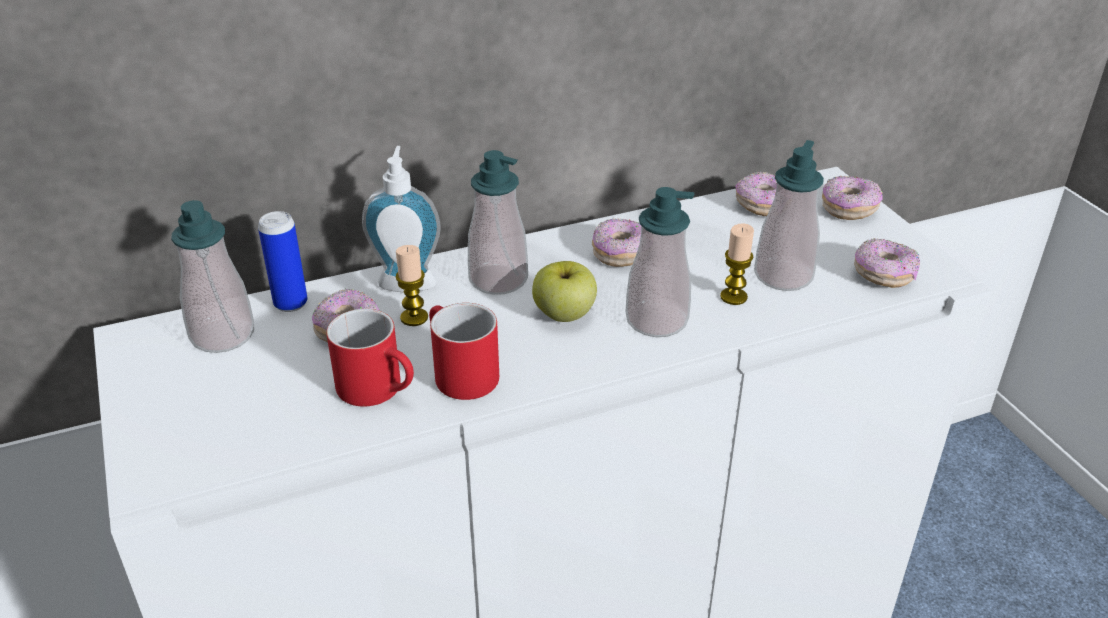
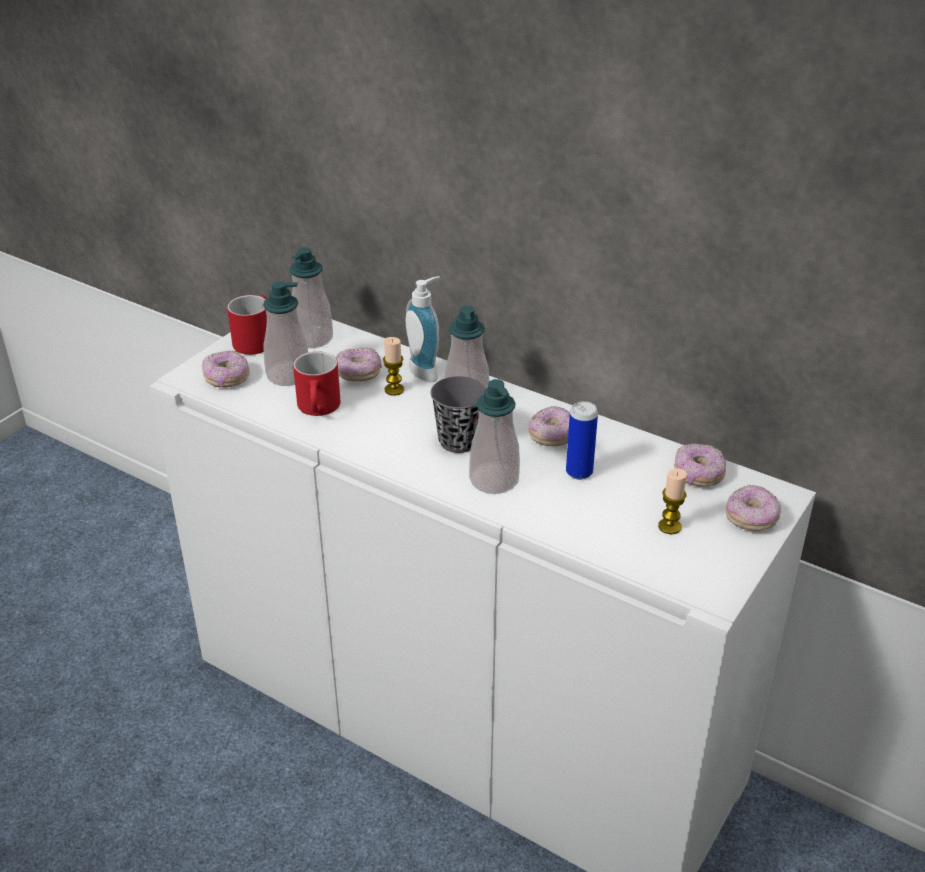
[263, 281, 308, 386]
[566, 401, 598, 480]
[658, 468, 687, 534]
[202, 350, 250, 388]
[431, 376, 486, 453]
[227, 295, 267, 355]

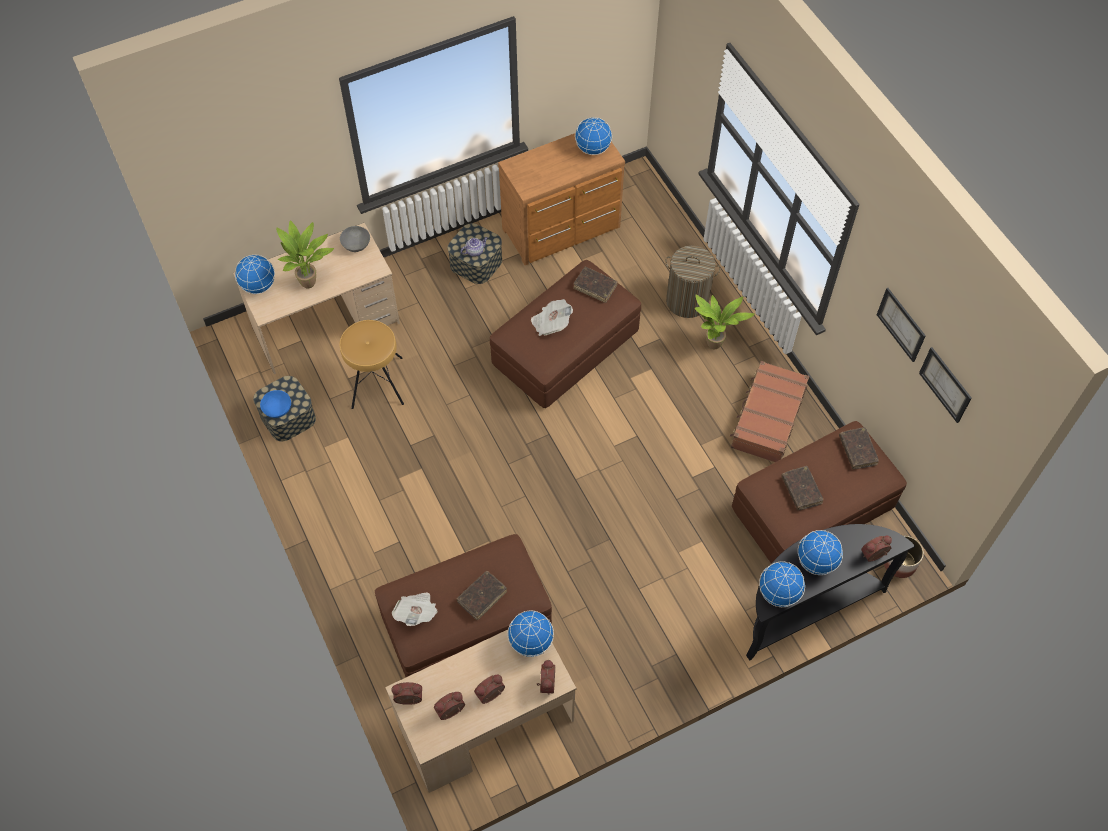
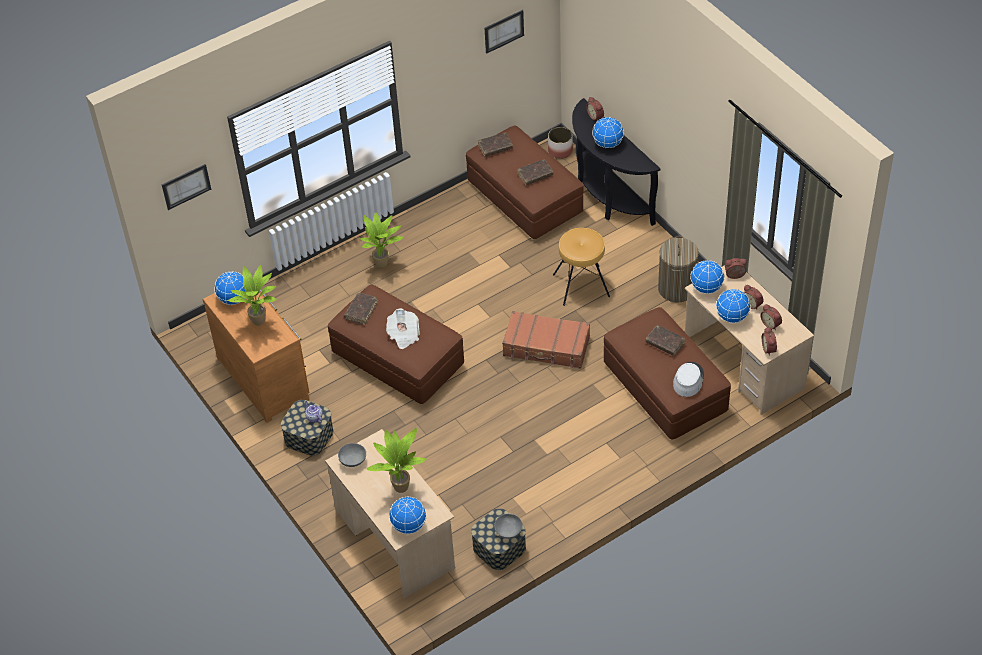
[658, 236, 699, 303]
[162, 164, 211, 210]
[553, 228, 610, 306]
[502, 311, 590, 369]
[494, 514, 523, 539]
[716, 289, 751, 323]
[673, 362, 704, 397]
[228, 265, 276, 326]

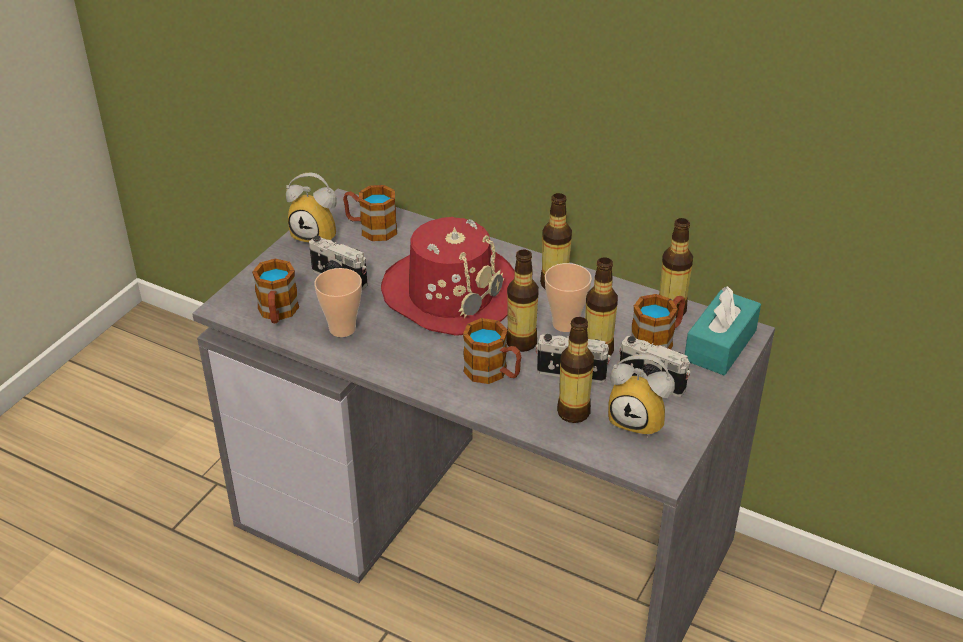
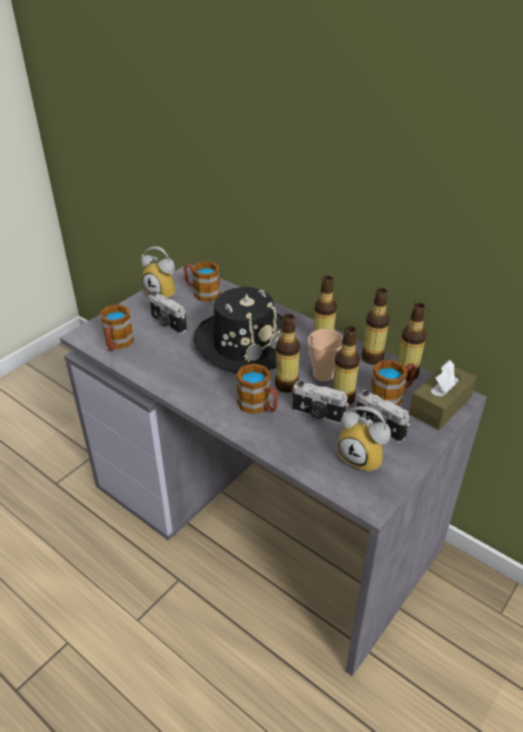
[194, 287, 296, 374]
[314, 268, 362, 337] (first image)
[409, 360, 477, 430]
[362, 288, 390, 365]

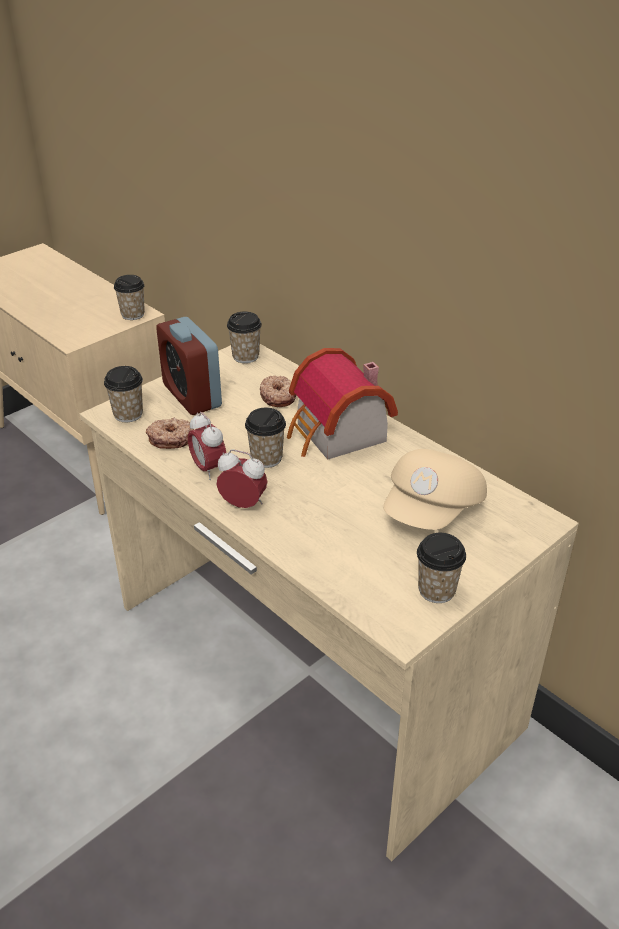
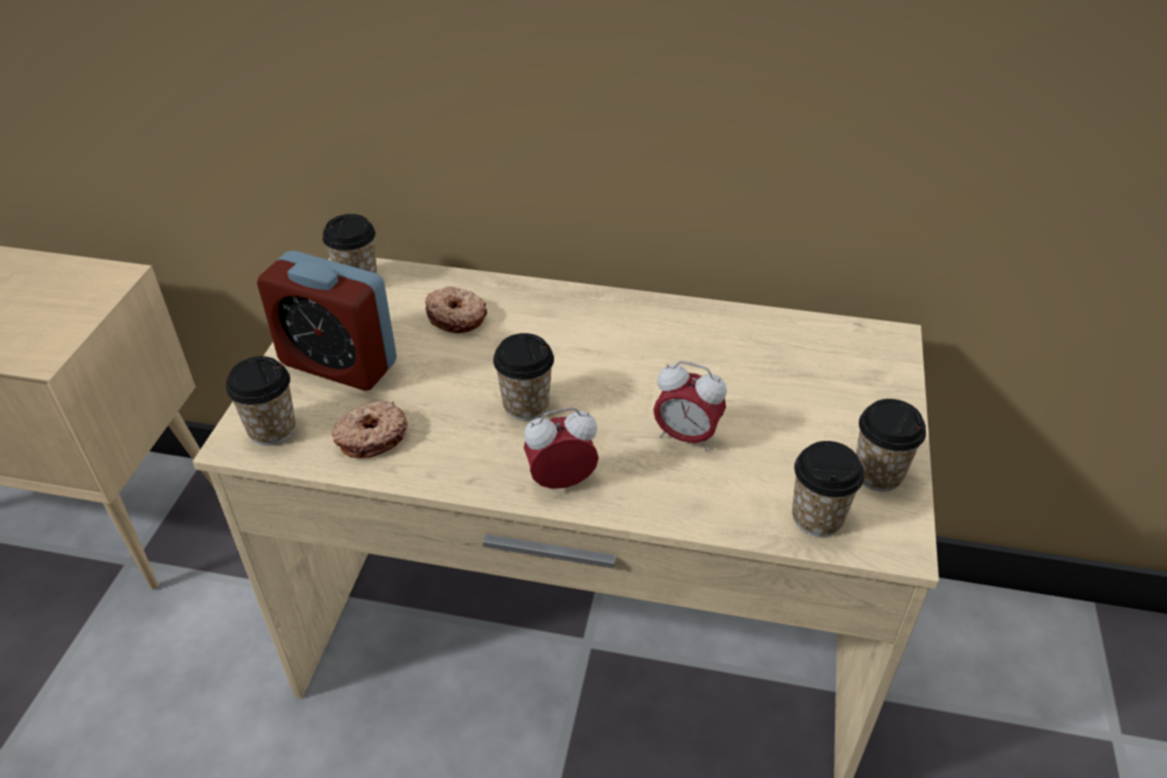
[792, 441, 864, 537]
[287, 348, 398, 460] (first image)
[653, 361, 727, 451]
[383, 449, 487, 530] (first image)

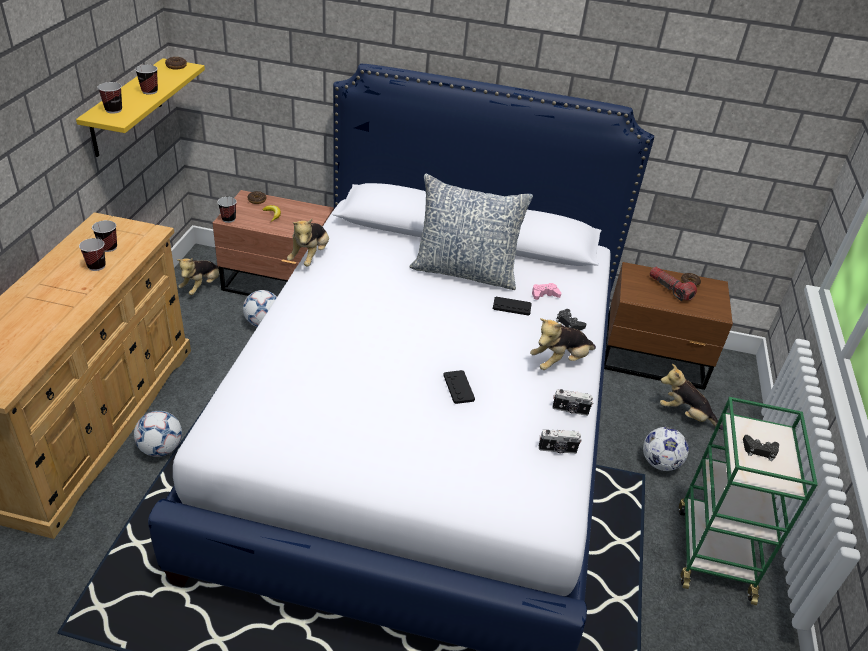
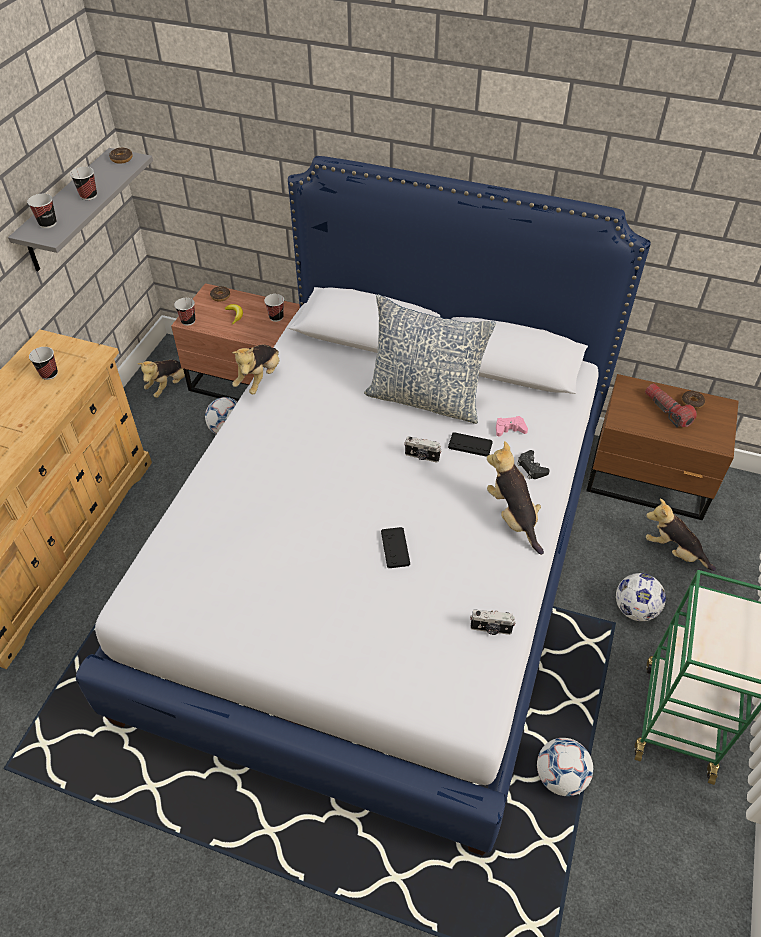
[8, 148, 153, 271]
[264, 294, 284, 322]
[487, 441, 544, 555]
[404, 436, 442, 463]
[537, 738, 593, 796]
[743, 435, 779, 461] (first image)

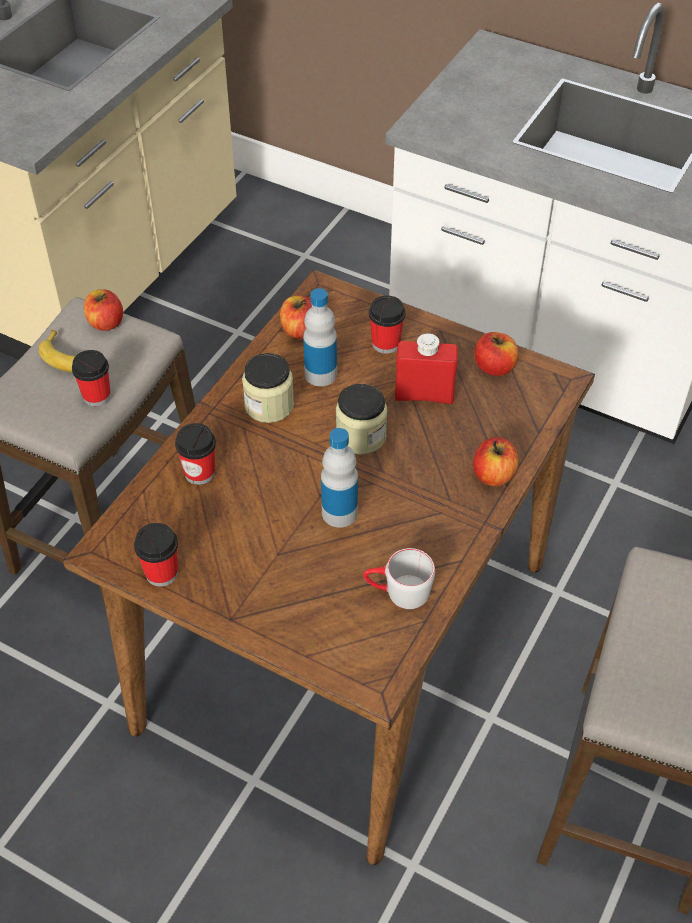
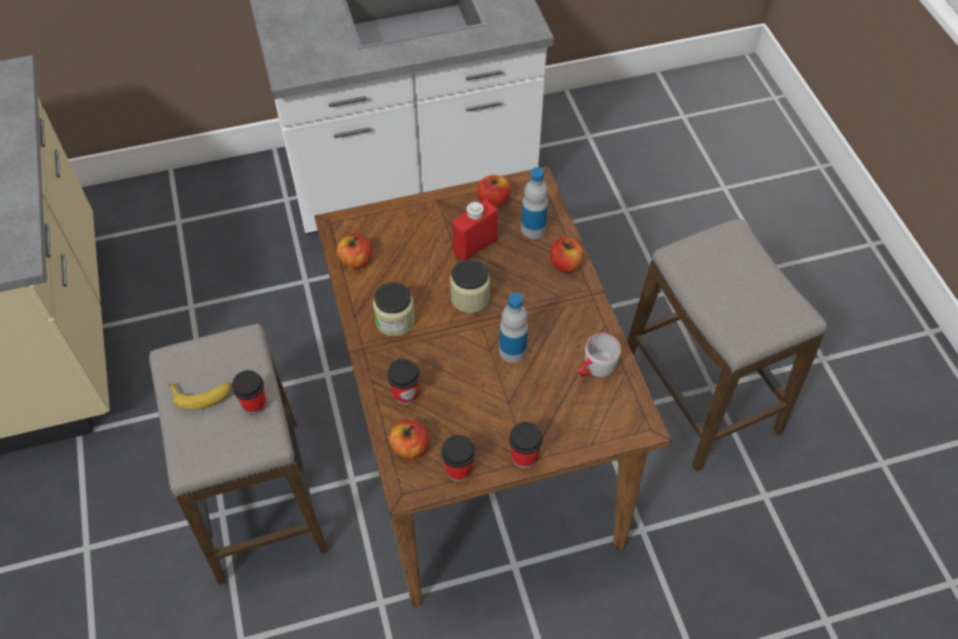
[521, 167, 548, 239]
[389, 420, 429, 459]
[509, 422, 543, 468]

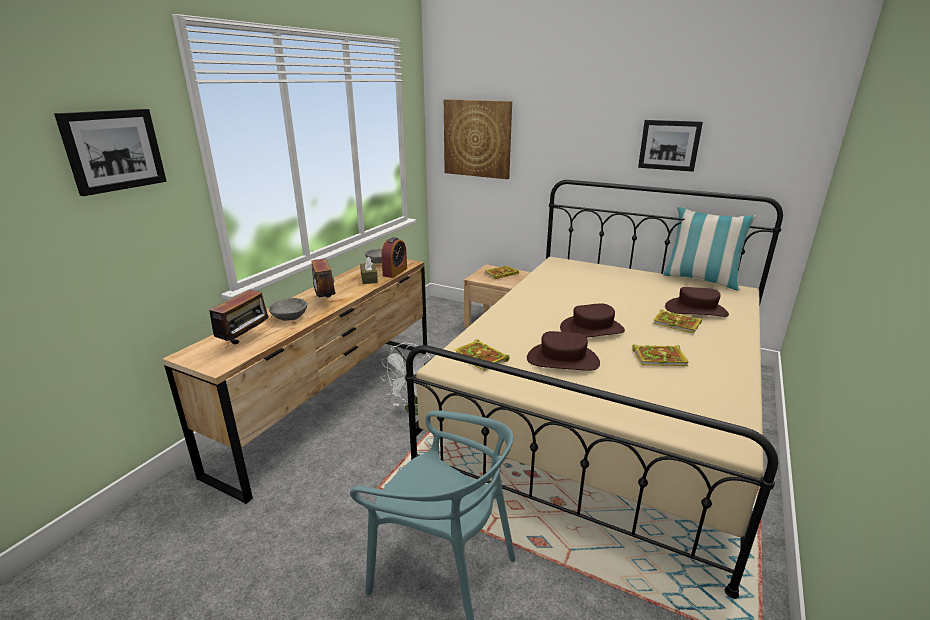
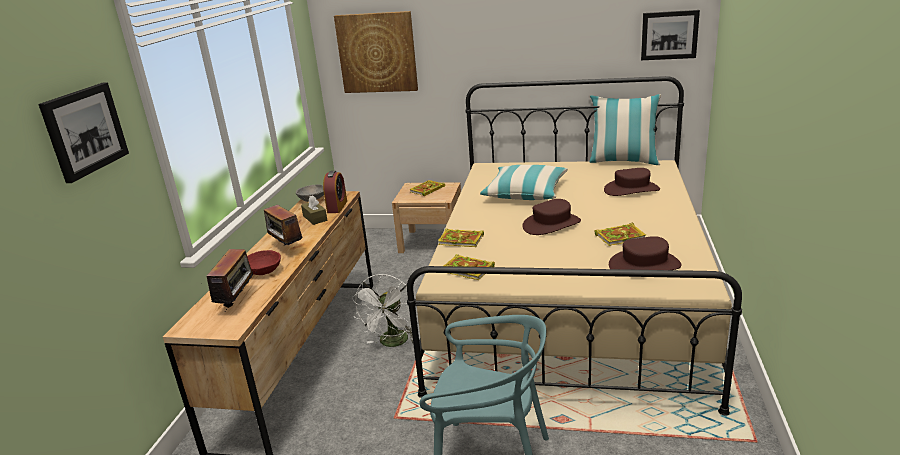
[641, 10, 700, 60]
[247, 250, 281, 275]
[438, 229, 484, 247]
[609, 236, 681, 270]
[480, 165, 568, 200]

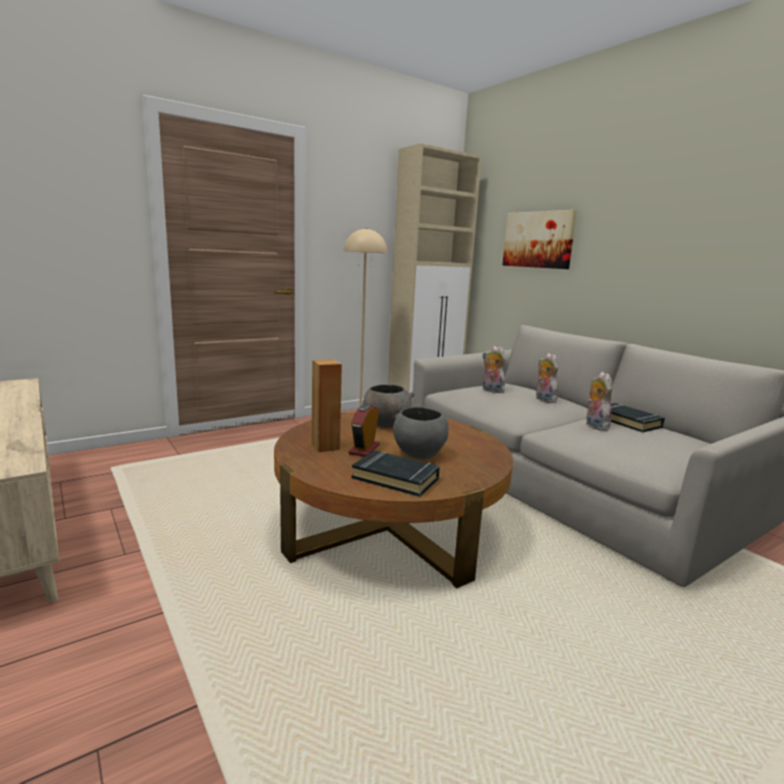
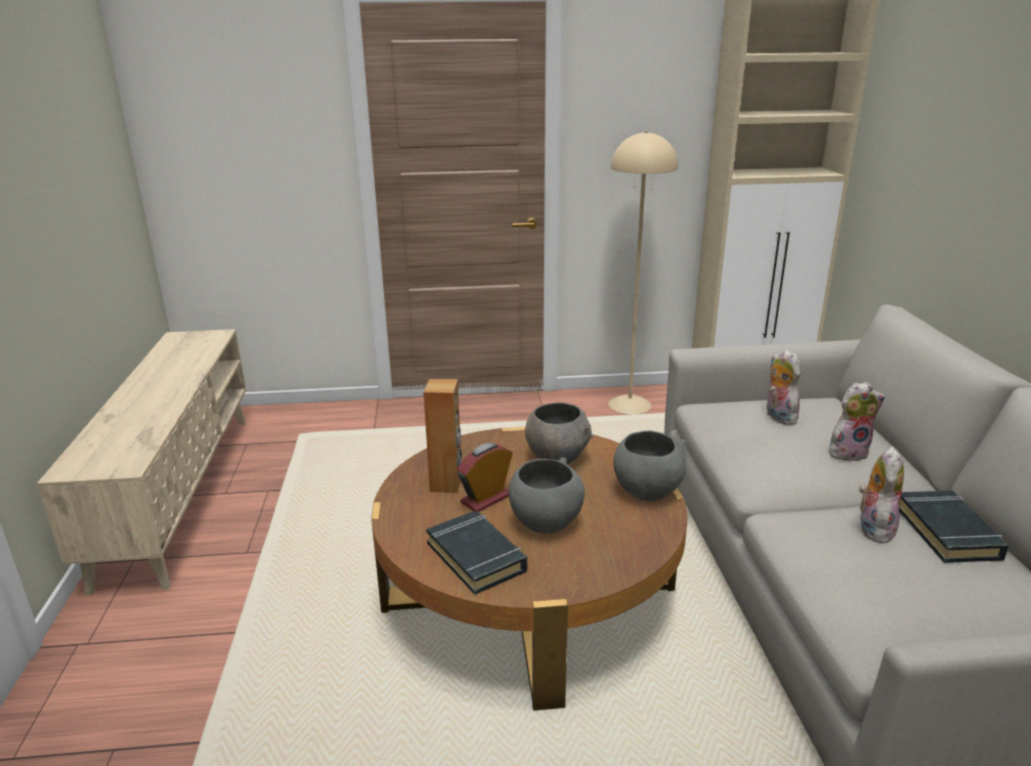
[502, 210, 577, 269] (first image)
[829, 382, 885, 461]
[613, 430, 687, 501]

